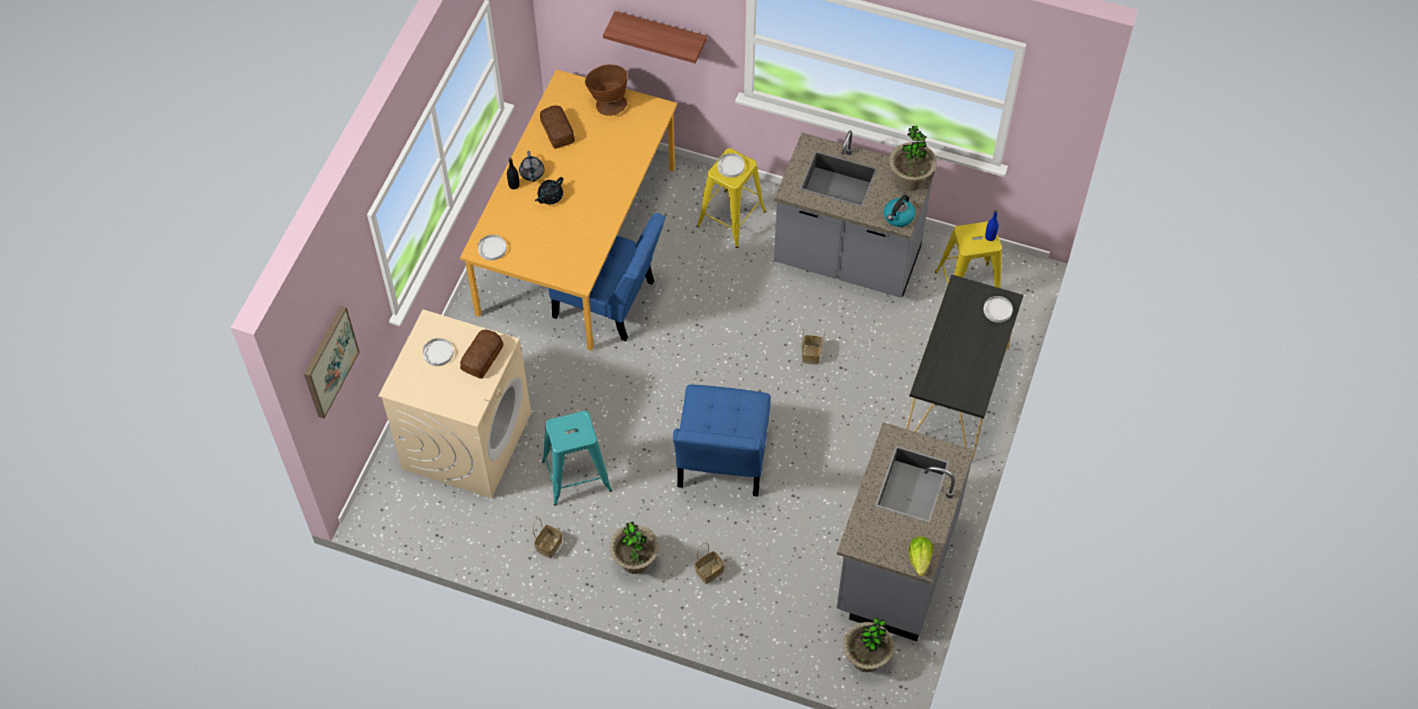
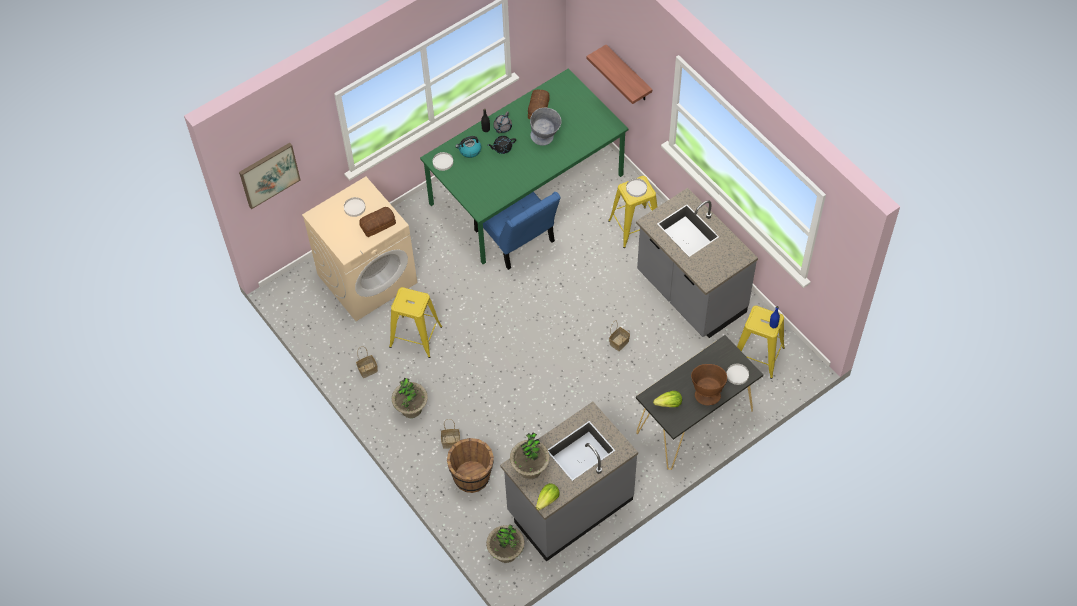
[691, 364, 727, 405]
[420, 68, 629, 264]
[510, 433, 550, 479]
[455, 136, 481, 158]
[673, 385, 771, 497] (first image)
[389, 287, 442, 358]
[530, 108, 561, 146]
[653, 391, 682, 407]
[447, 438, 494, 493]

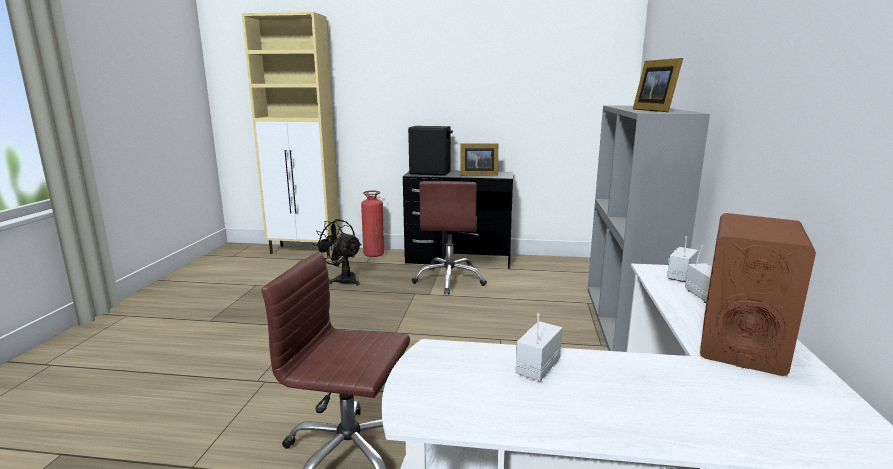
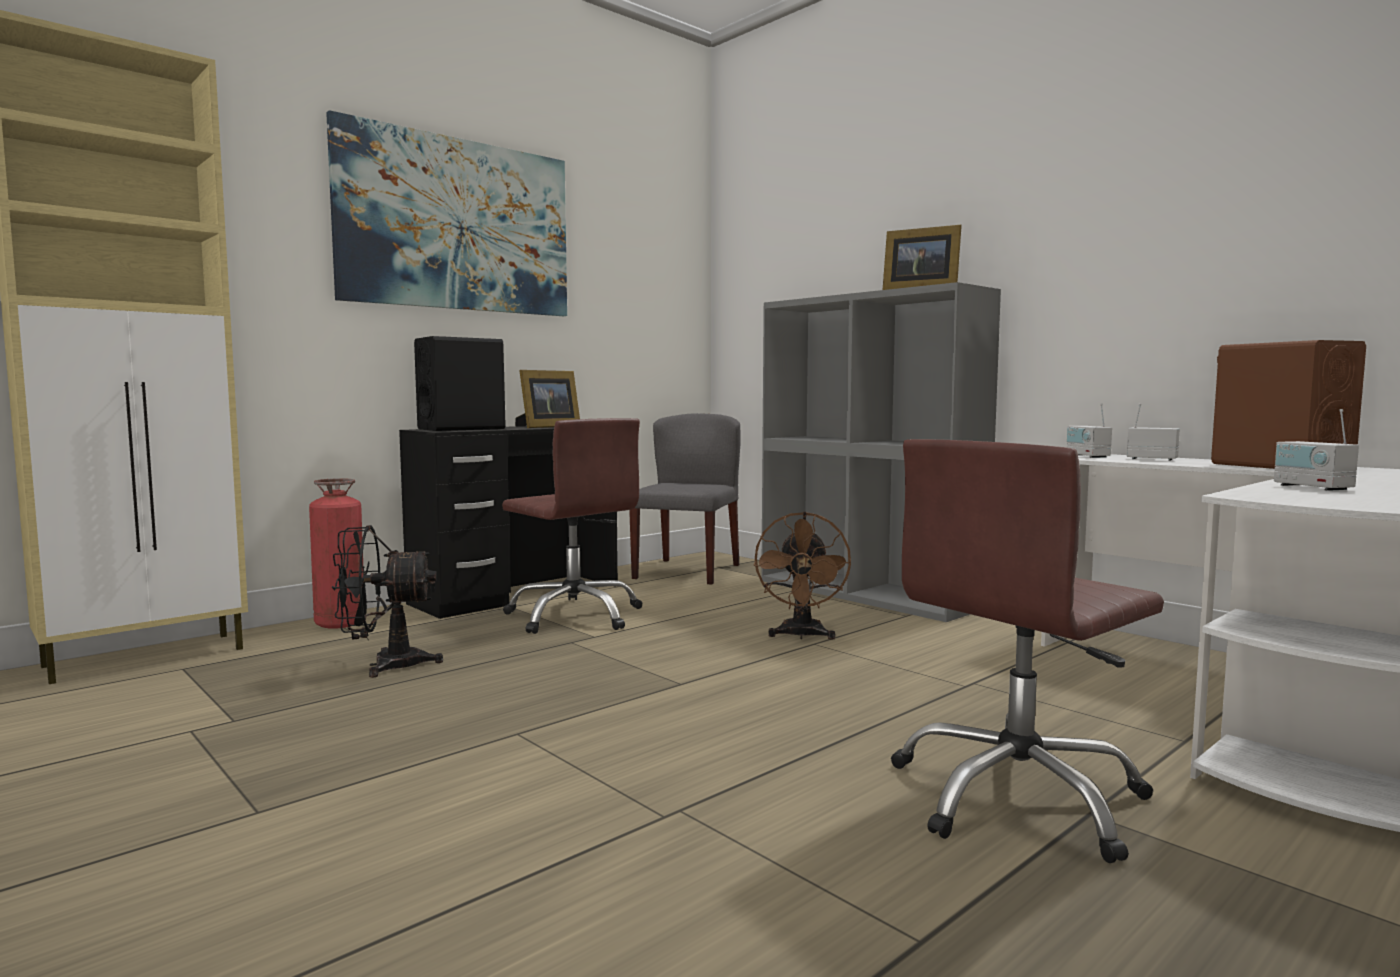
[326, 110, 567, 316]
[629, 413, 741, 585]
[754, 512, 851, 640]

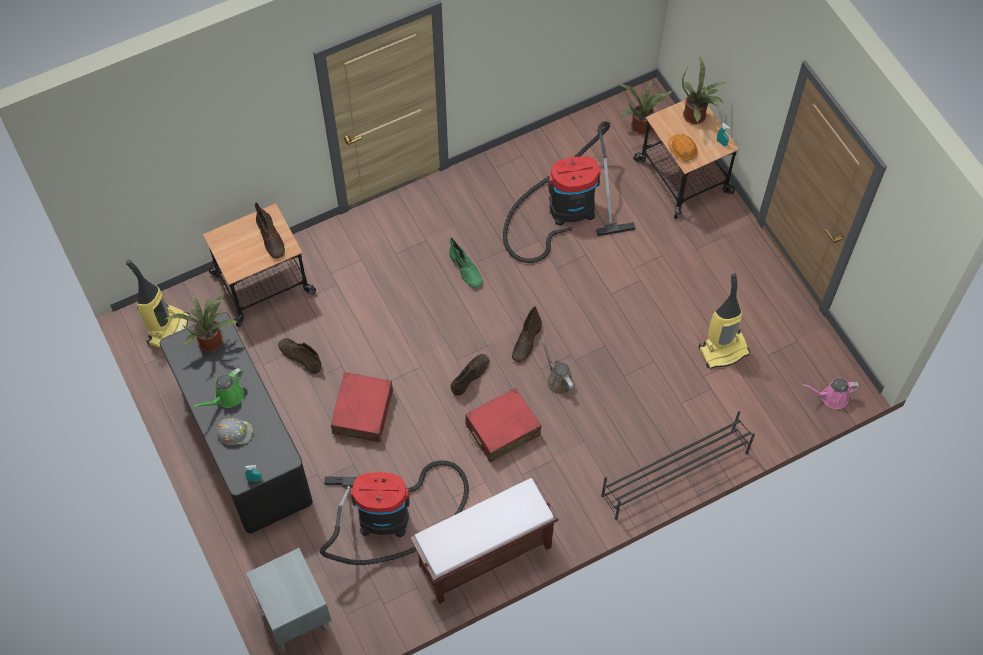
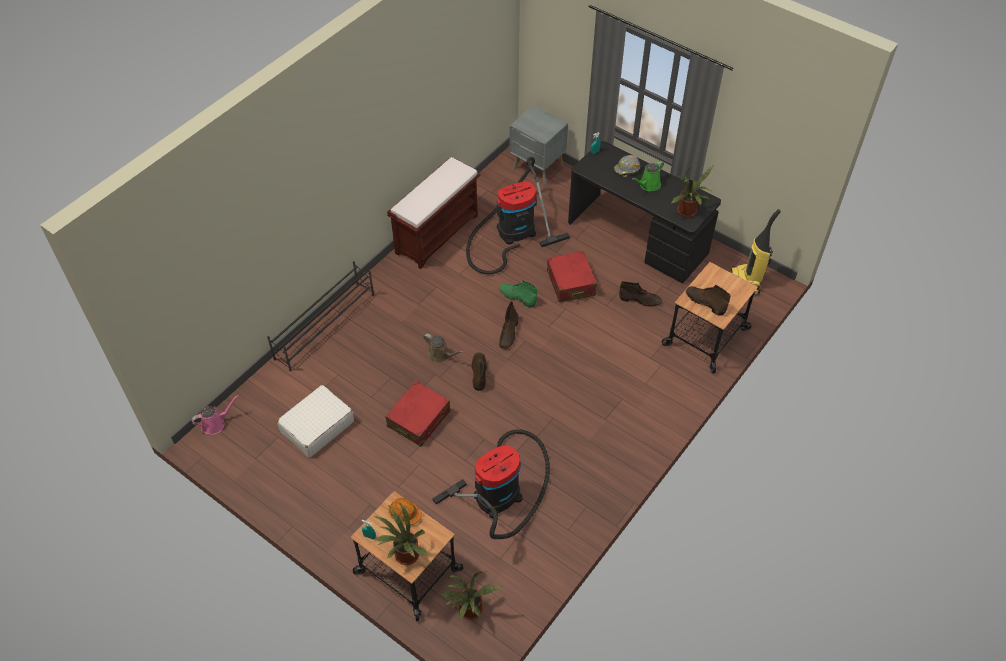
[499, 280, 537, 308]
[277, 385, 354, 458]
[632, 161, 664, 191]
[385, 381, 451, 447]

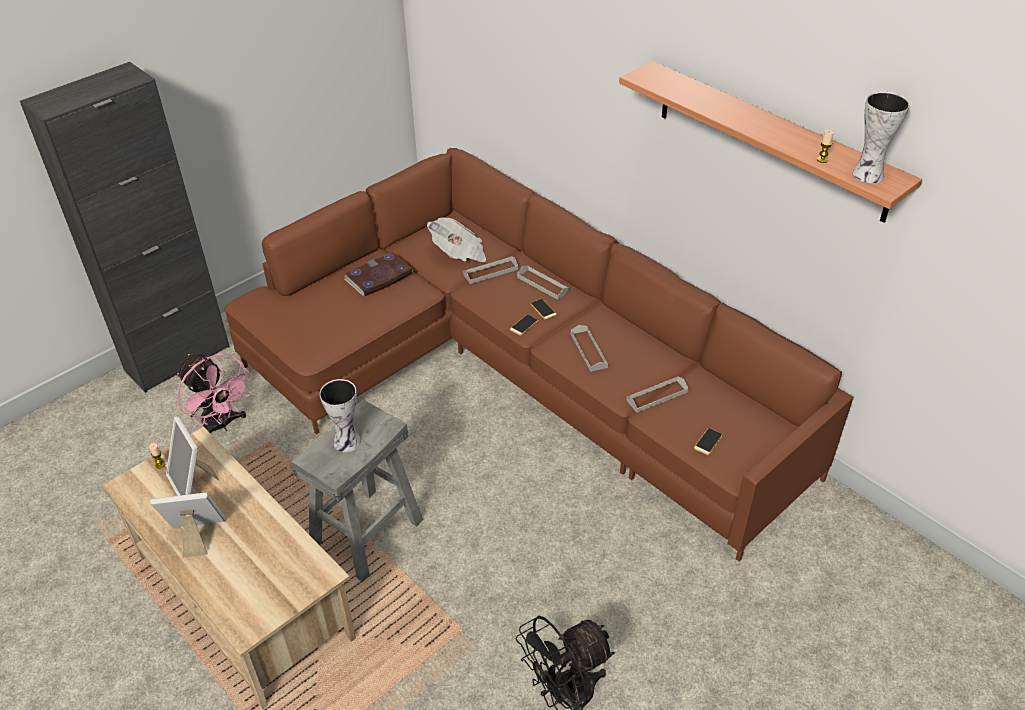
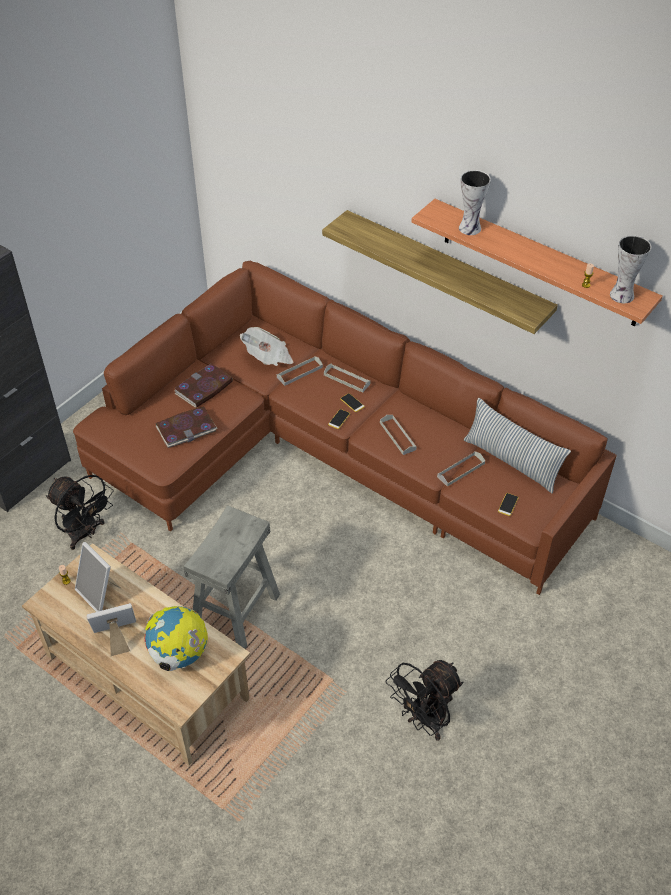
[46, 475, 113, 550]
[459, 170, 491, 235]
[322, 210, 558, 334]
[464, 398, 571, 493]
[156, 406, 218, 448]
[144, 606, 208, 671]

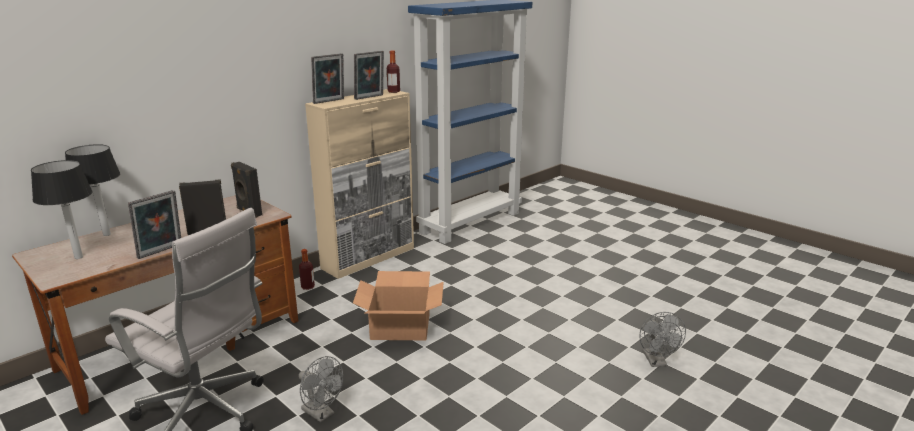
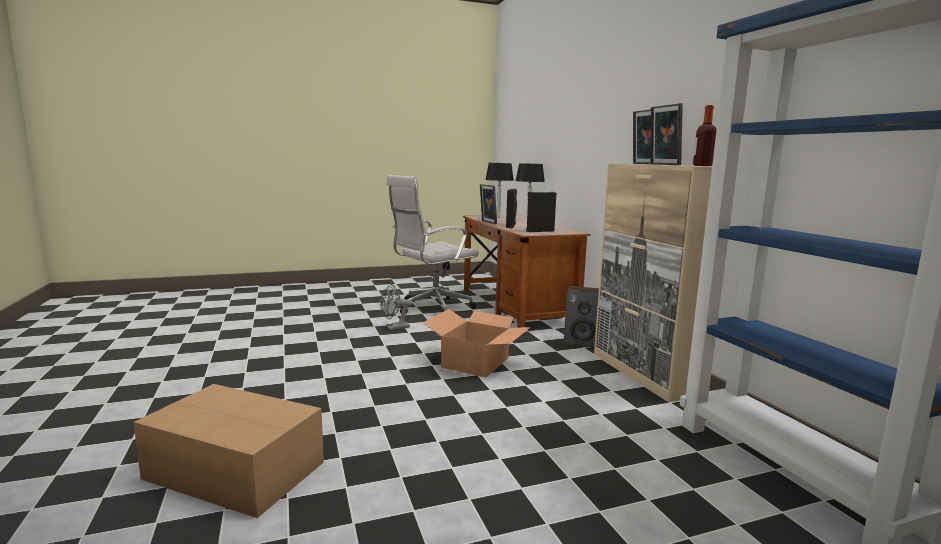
[564, 286, 599, 348]
[133, 384, 324, 518]

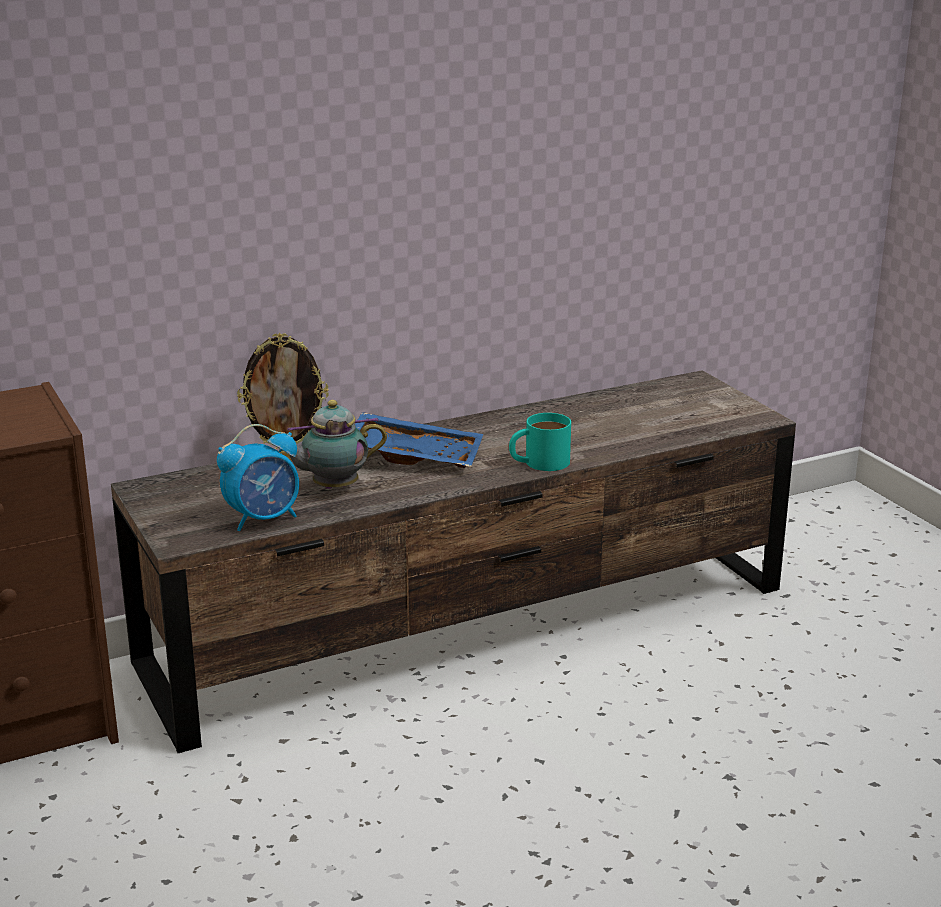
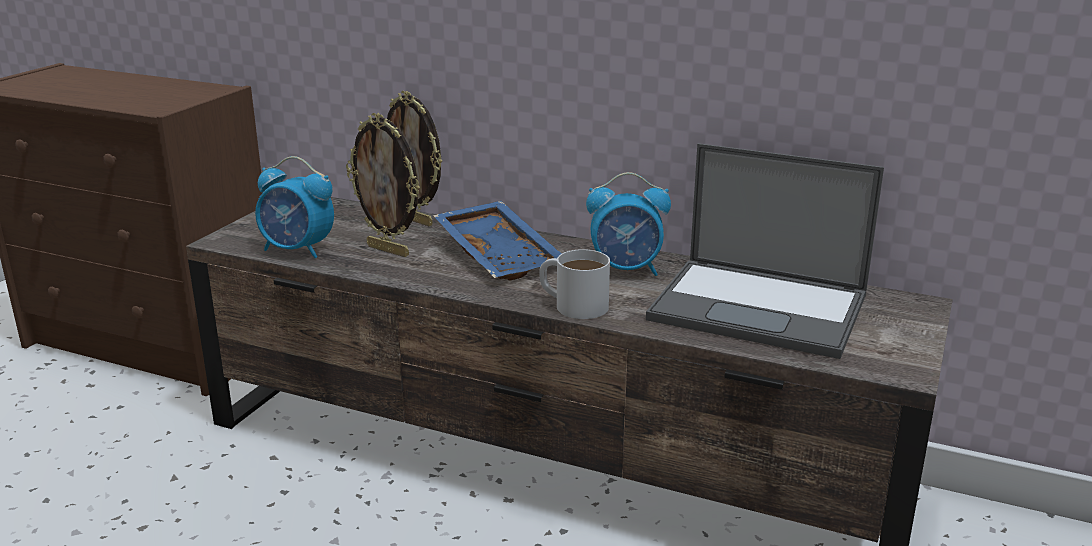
[346, 113, 420, 257]
[539, 249, 610, 319]
[646, 143, 884, 359]
[586, 172, 671, 276]

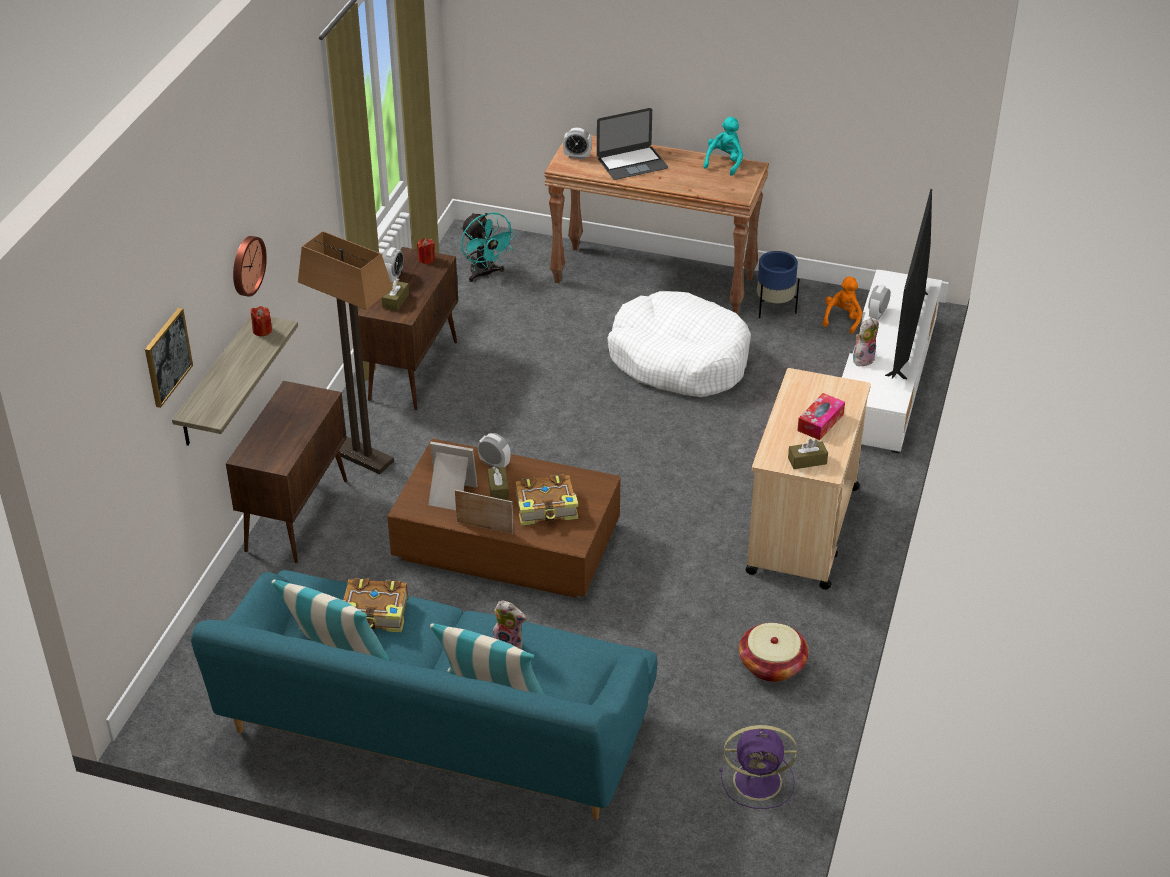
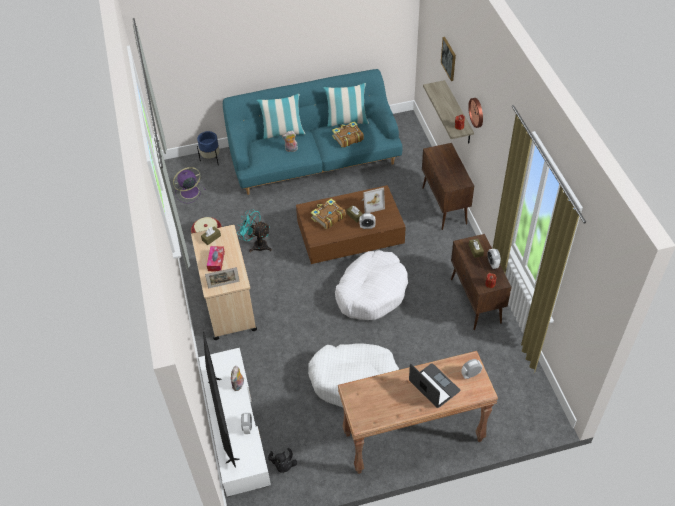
[409, 363, 460, 408]
[703, 117, 743, 176] (first image)
[237, 209, 272, 252]
[298, 231, 394, 474] (first image)
[197, 131, 220, 165]
[268, 448, 297, 473]
[205, 267, 240, 289]
[335, 250, 408, 320]

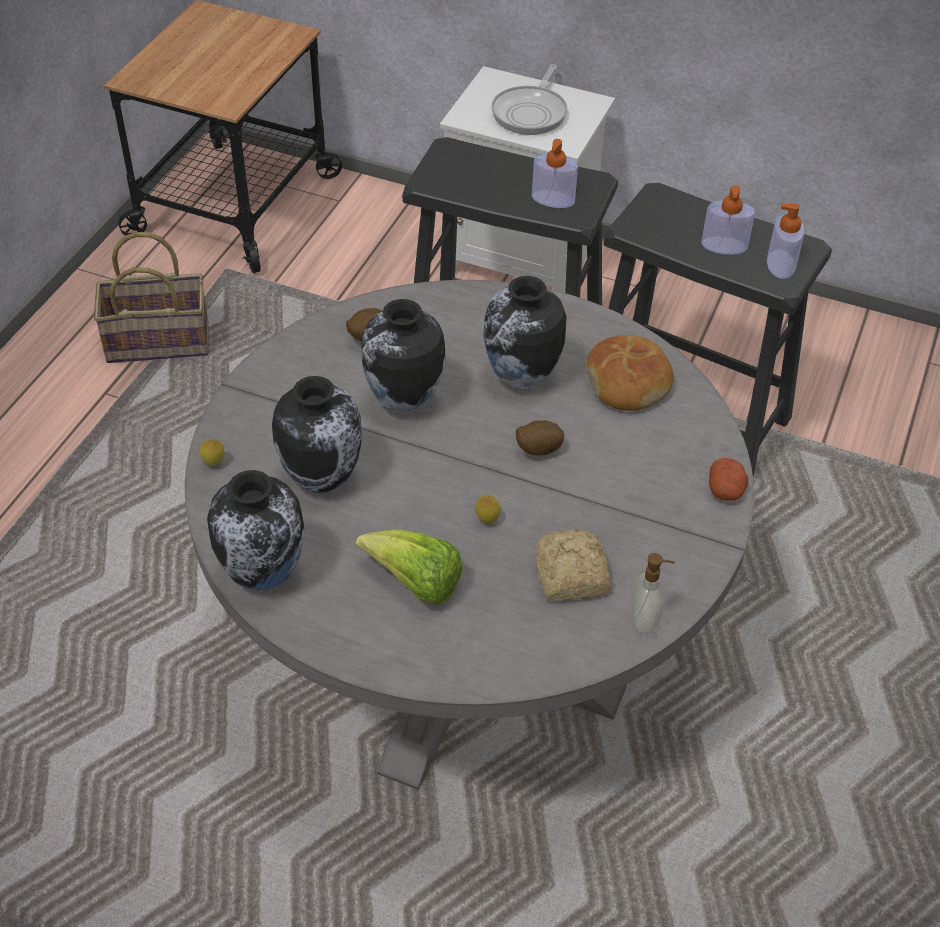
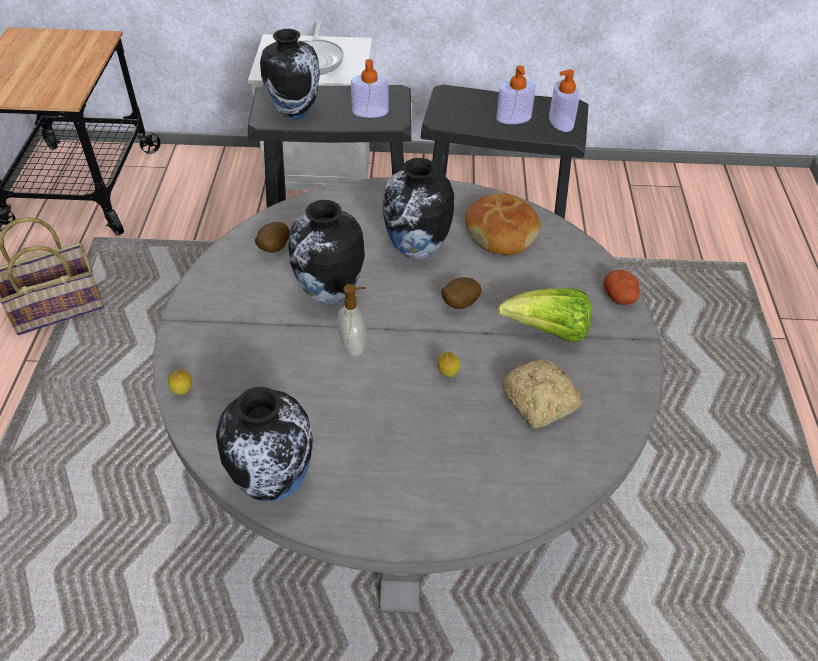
[260, 29, 320, 119]
[498, 288, 592, 342]
[337, 284, 367, 357]

